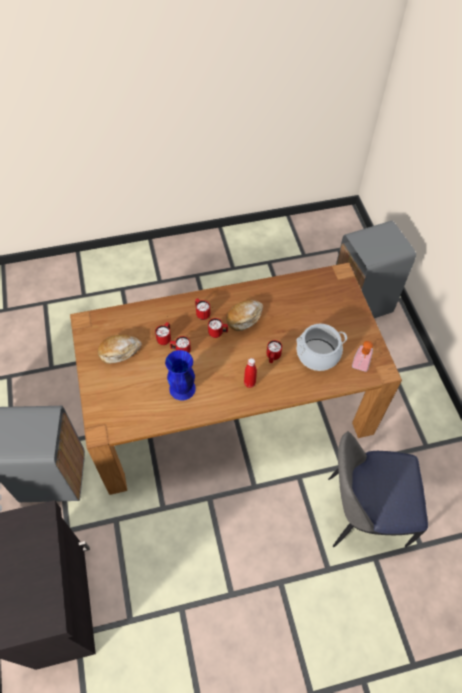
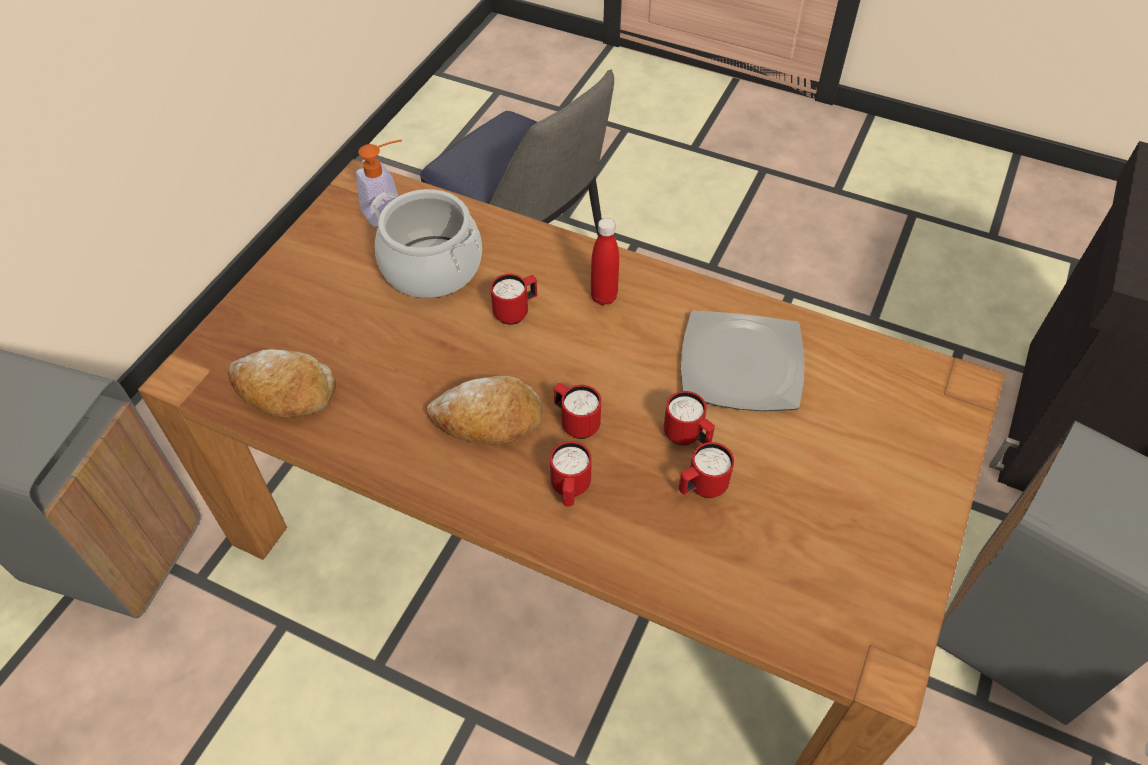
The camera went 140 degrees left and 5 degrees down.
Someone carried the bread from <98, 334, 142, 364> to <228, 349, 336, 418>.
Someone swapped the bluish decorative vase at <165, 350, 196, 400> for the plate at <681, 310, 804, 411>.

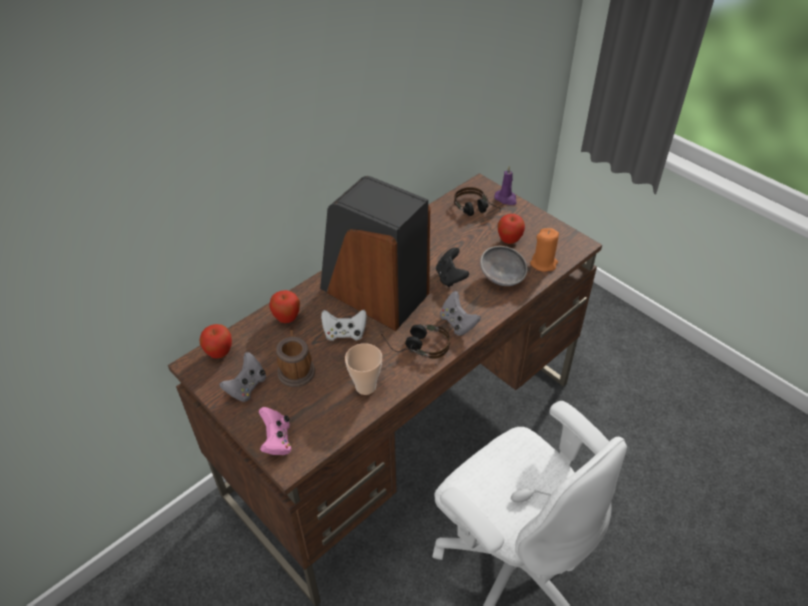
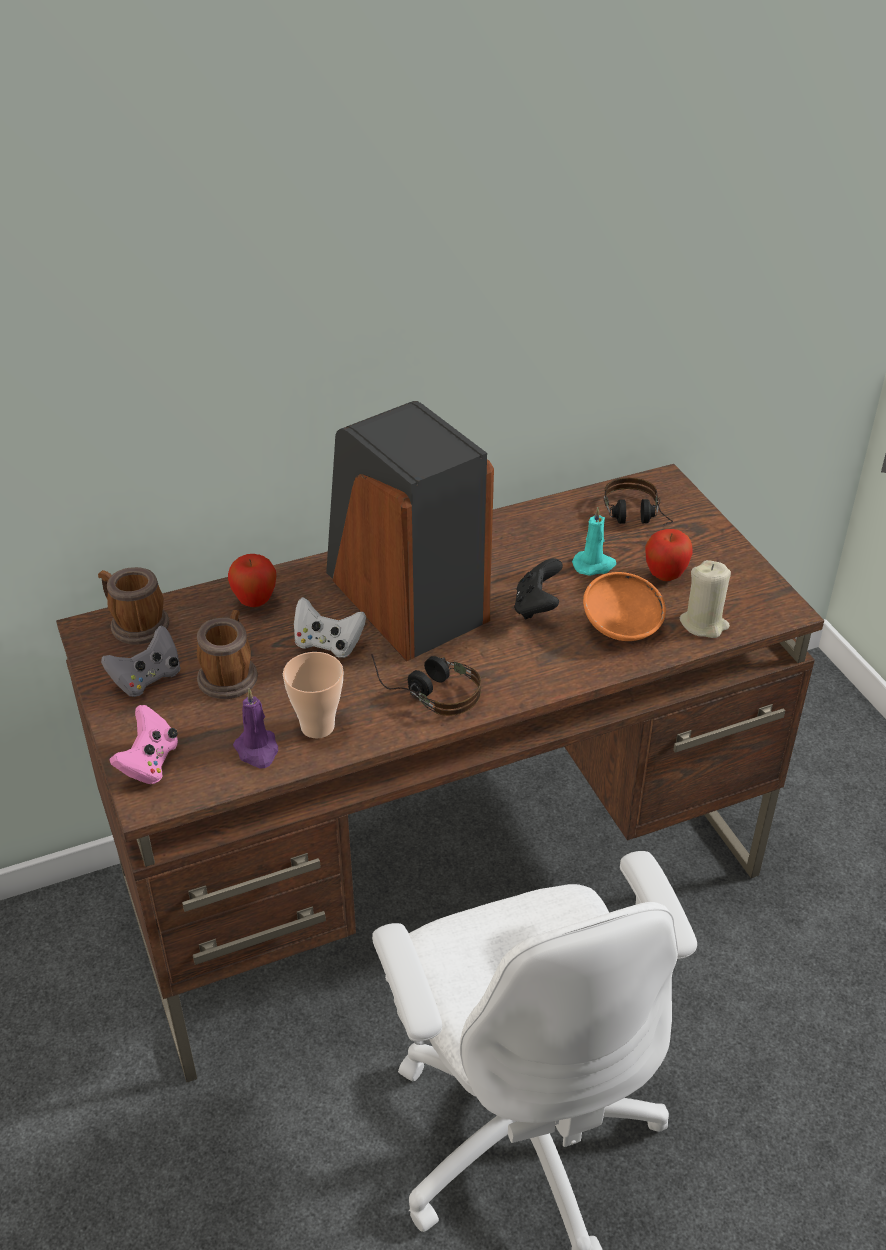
The camera went 20 degrees right and 5 degrees down.
Someone carried the purplish wax candle from <494, 166, 517, 205> to <233, 688, 278, 769>.
Someone repainted the orangey wax candle at <530, 228, 559, 272>, which became the beige-coloured wax candle at <680, 560, 731, 638>.
Someone repainted the gray bowl at <480, 246, 528, 286>, which became the orangey bowl at <583, 572, 666, 641>.
Someone took away the gray gamepad at <440, 291, 481, 336>.
Someone swapped the whole apple at <200, 324, 232, 359> for the tea mug at <98, 567, 169, 644>.
Someone put down the turquoise wax candle at <572, 507, 616, 576>.

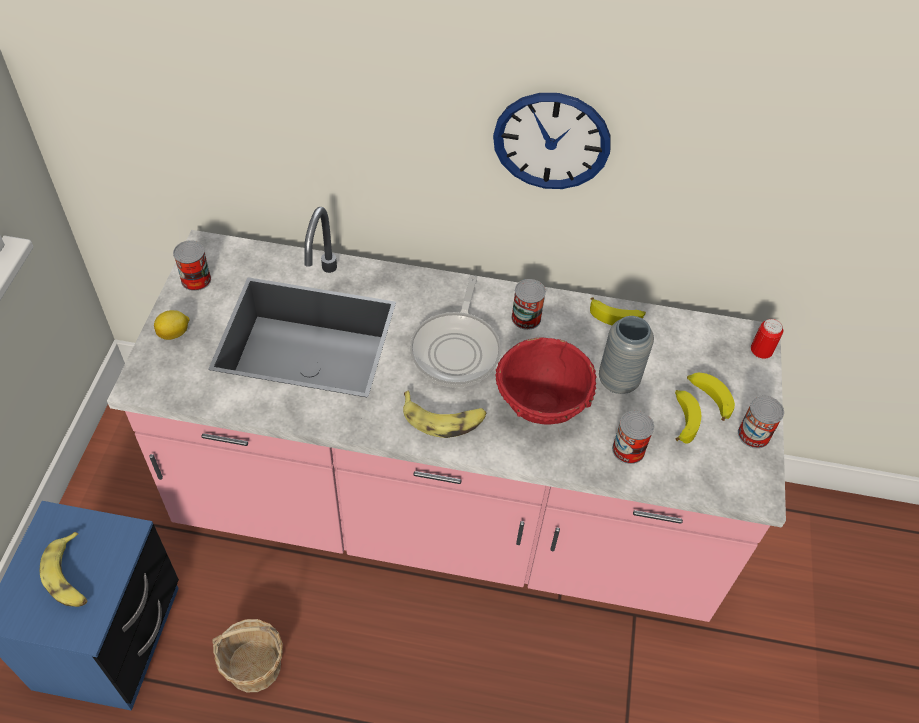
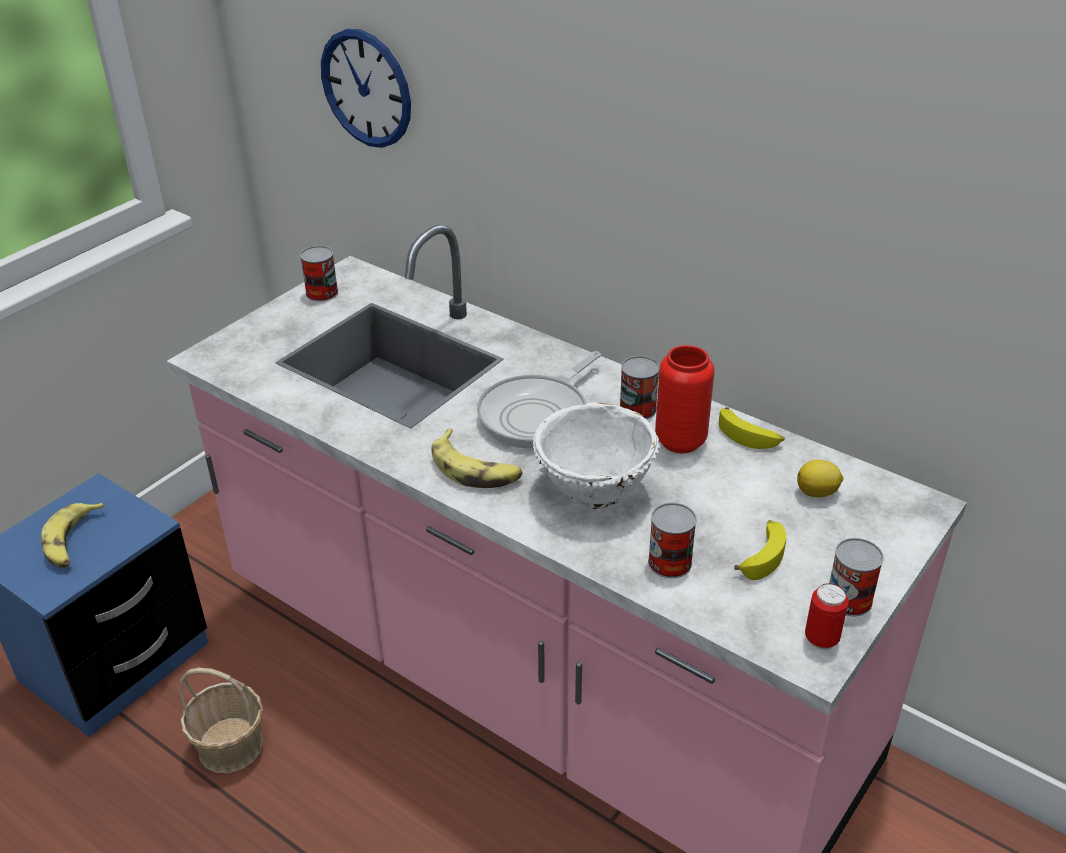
The camera went 30 degrees right and 15 degrees down.
Someone carried the hanging clock from <493, 93, 611, 189> to <321, 29, 411, 148>.
Someone carried the lemon from <154, 310, 189, 340> to <797, 460, 844, 497>.
Someone took away the gray decorative vase at <599, 316, 654, 394>.
Someone carried the sealed can from <751, 319, 783, 360> to <805, 583, 849, 650>.
Someone repainted the red-coloured bowl at <495, 337, 597, 425>, which became the whitish bowl at <533, 403, 660, 509>.
Someone took away the whole banana at <687, 373, 735, 421>.
Someone put down the red-coloured decorative vase at <655, 345, 715, 453>.

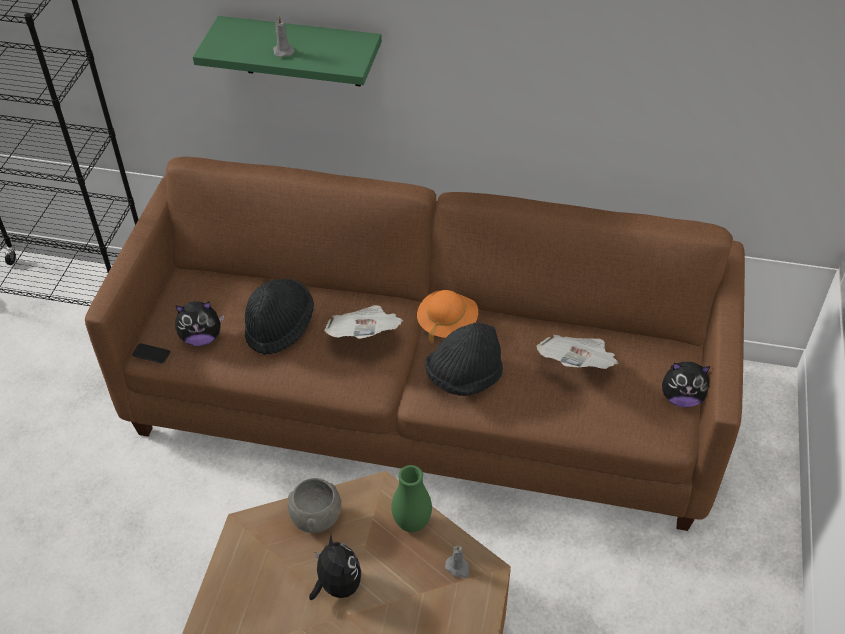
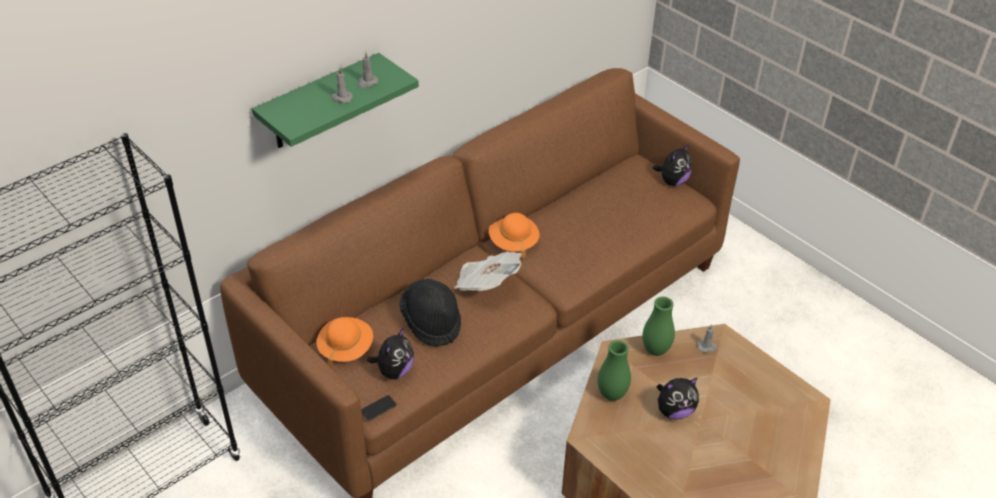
The camera went 55 degrees left and 5 degrees down.
Someone took away the blackish hat at <425, 323, 503, 396>.
Someone took away the daily paper at <536, 335, 619, 369>.
Someone swapped the gray bowl at <288, 478, 342, 533> for the green decorative vase at <598, 340, 631, 401>.
Someone rotated the soft toy at <309, 534, 362, 600> by 150 degrees clockwise.
Someone put down the gray wax candle at <358, 52, 378, 88>.
Someone put down the orangey hat at <317, 317, 373, 368>.

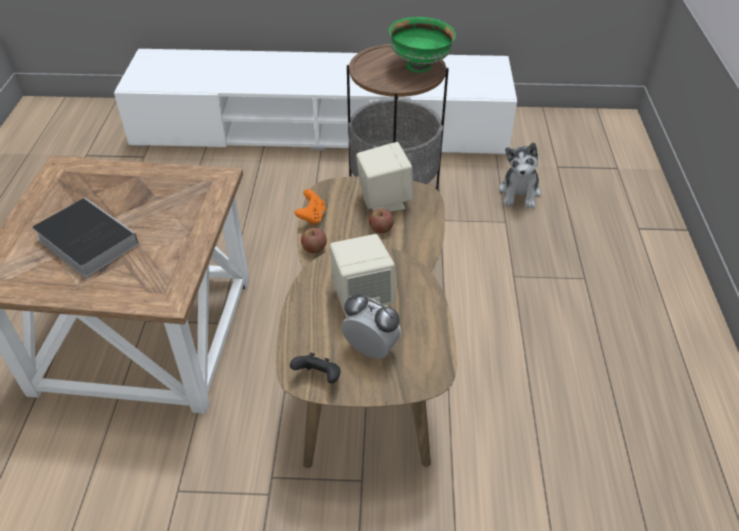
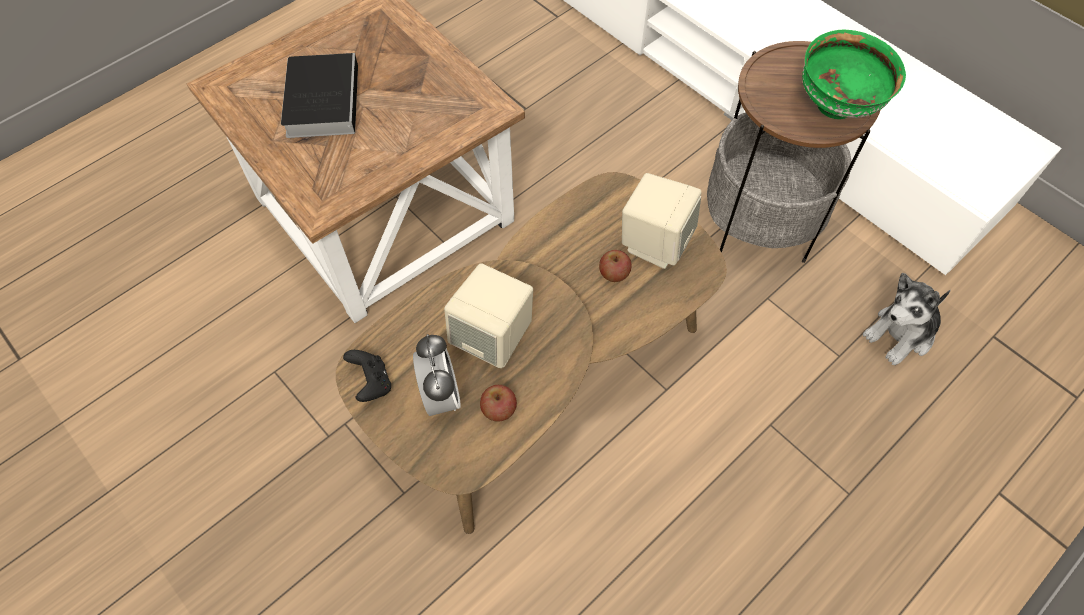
The camera went 45 degrees right and 15 degrees up.
Someone took away the orangey gamepad at <294, 189, 326, 225>.
Someone carried the whole apple from <301, 228, 327, 253> to <480, 385, 517, 422>.

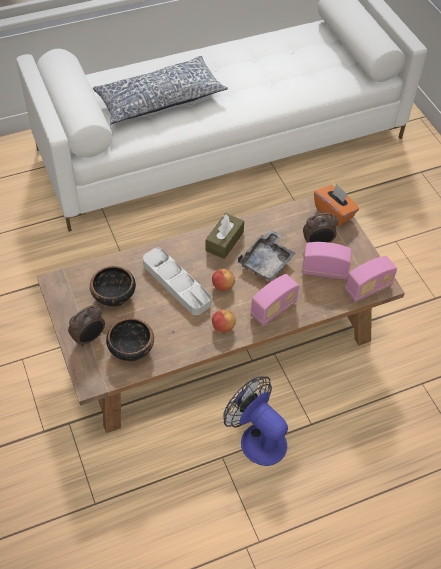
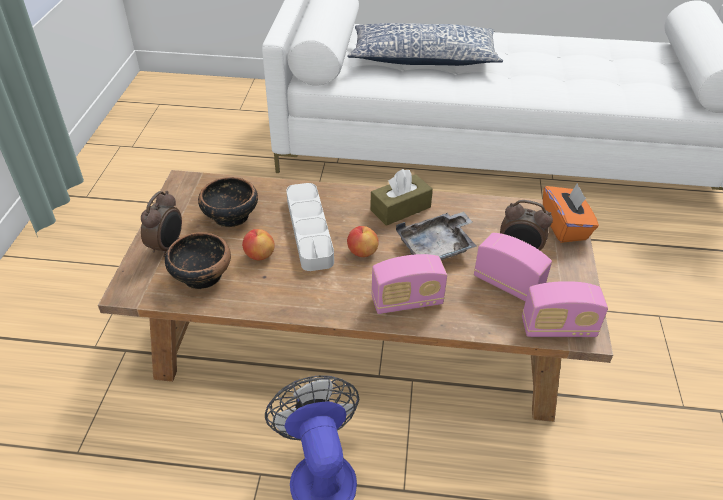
The camera went 30 degrees right and 10 degrees down.
Someone rotated the table clock at <68, 305, 105, 347> by 60 degrees counterclockwise.
Someone carried the whole apple from <212, 310, 236, 332> to <242, 229, 274, 260>.

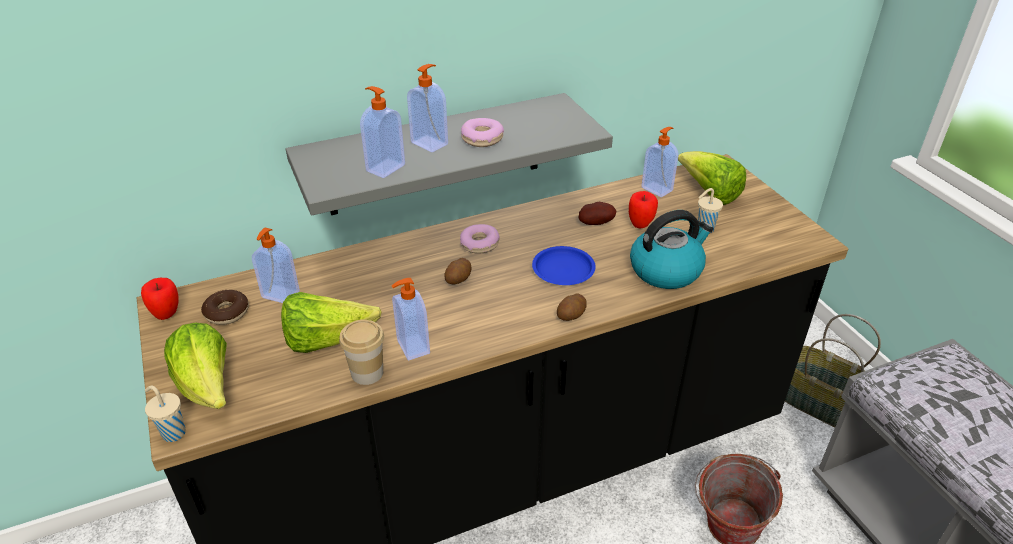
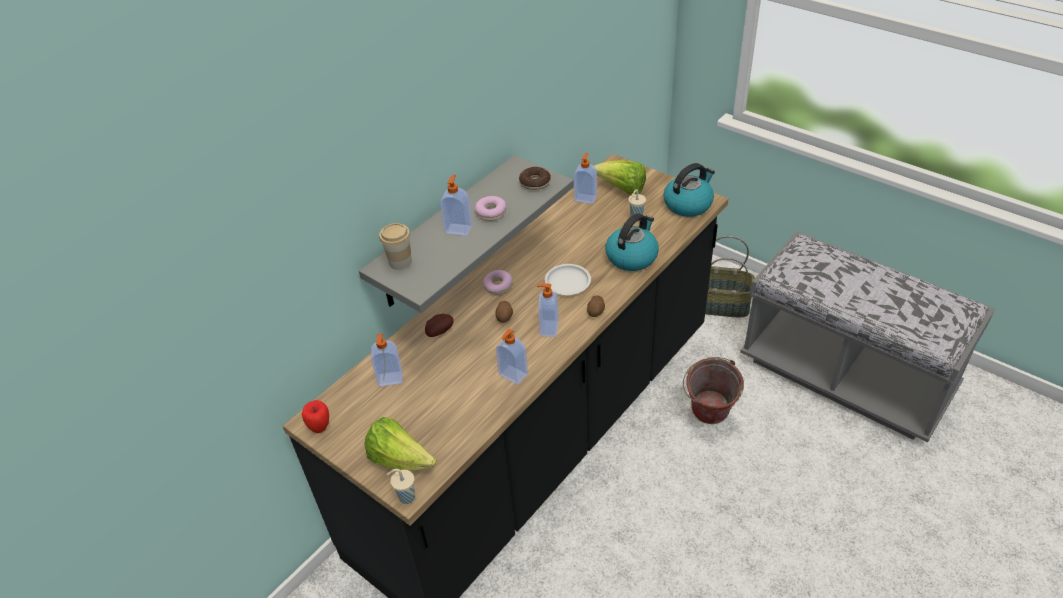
The camera went 25 degrees left and 5 degrees up.
Someone carried the soap bottle from <360, 86, 405, 178> to <537, 283, 559, 337>.
Someone took away the whole apple at <629, 191, 658, 229>.
Someone carried the potato from <579, 202, 616, 225> to <425, 314, 453, 337>.
Someone repainted the bluish plate at <532, 246, 596, 285>, which became the whitish plate at <545, 264, 591, 295>.
Someone carried the donut from <201, 290, 249, 325> to <519, 167, 551, 190>.
Someone took away the lettuce at <281, 292, 382, 353>.
Someone carried the cup from <339, 320, 384, 385> to <379, 223, 412, 270>.
Someone put down the kettle at <663, 163, 715, 217>.

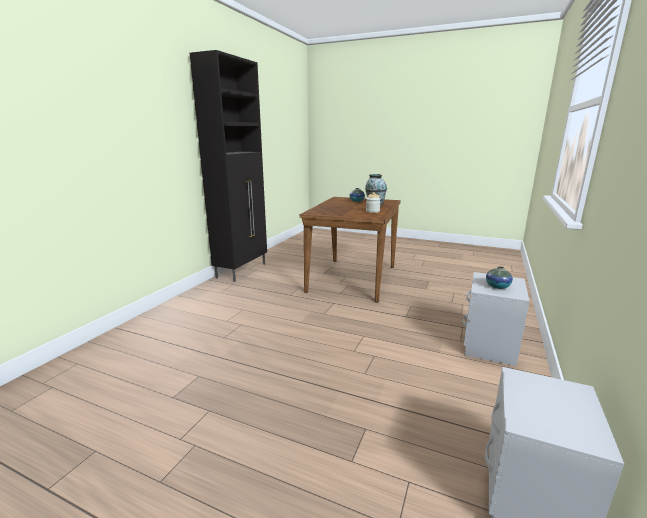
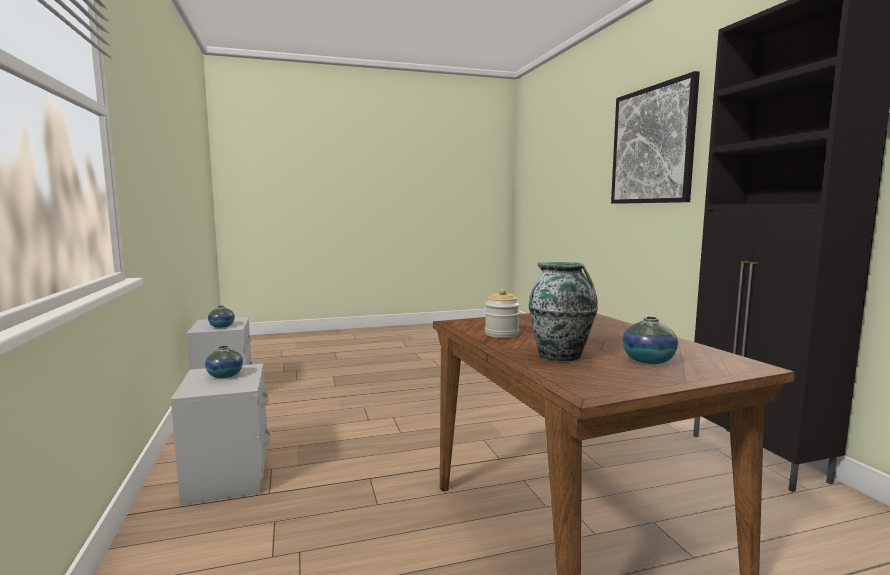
The camera went 140 degrees right and 10 degrees down.
Someone put up the wall art at <611, 71, 700, 204>.
Someone put down the decorative vase at <208, 306, 235, 328>.

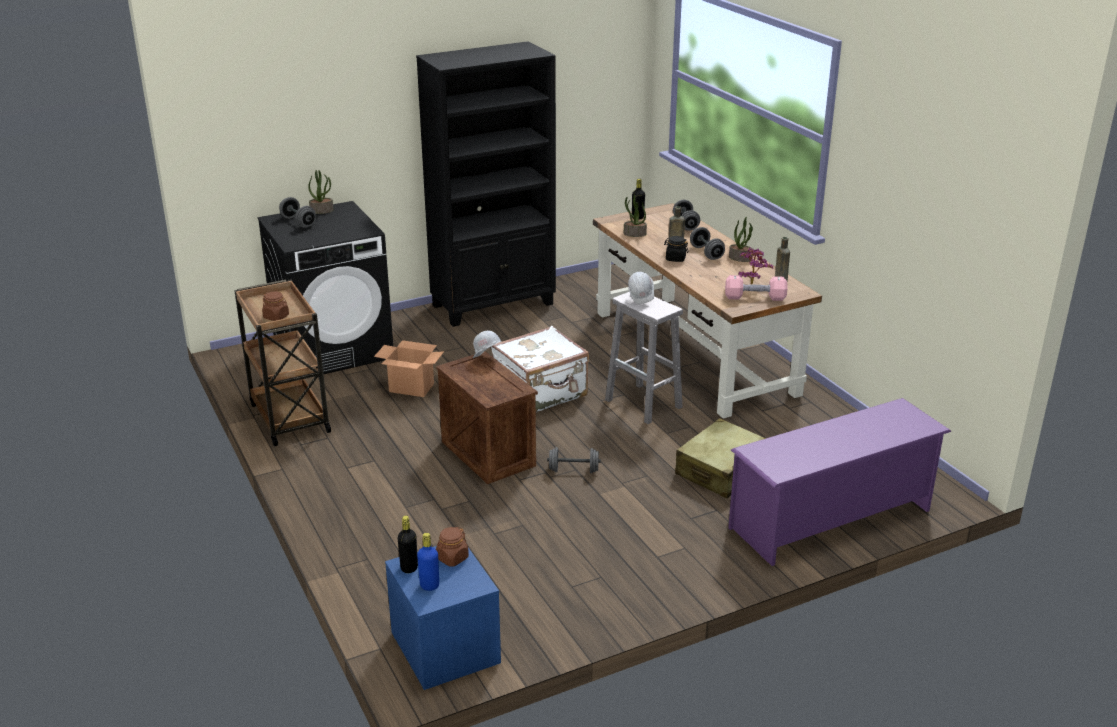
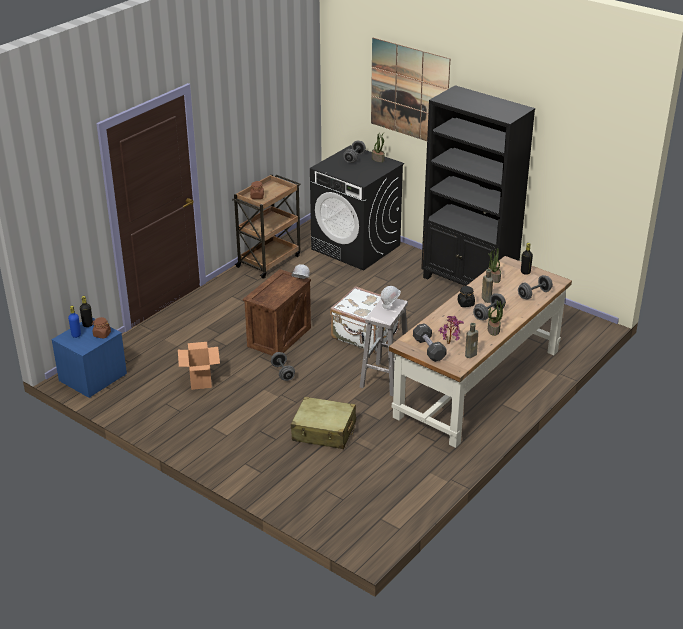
The camera went 65 degrees right and 5 degrees up.
Someone repainted the pinkish free weight at <725, 275, 787, 301>, which became the blackish free weight at <413, 323, 447, 362>.
Someone carried the cardboard box from <374, 340, 444, 397> to <178, 342, 220, 390>.
Someone took away the purplish shoe rack at <728, 398, 951, 566>.
Someone put up the wall art at <371, 38, 450, 141>.

